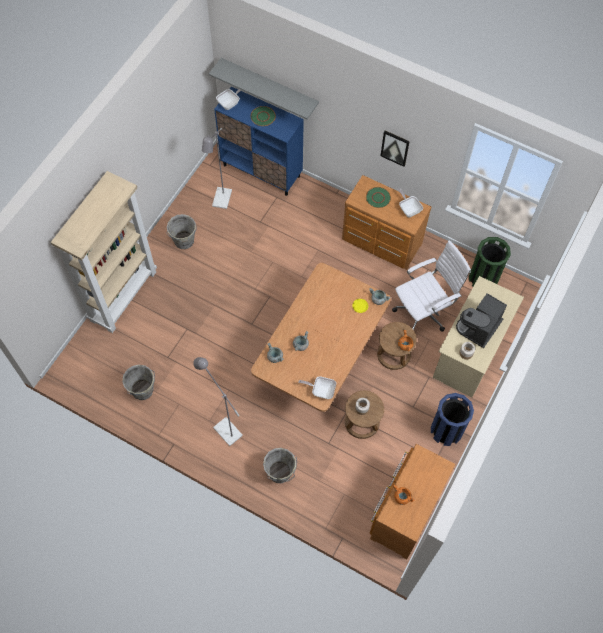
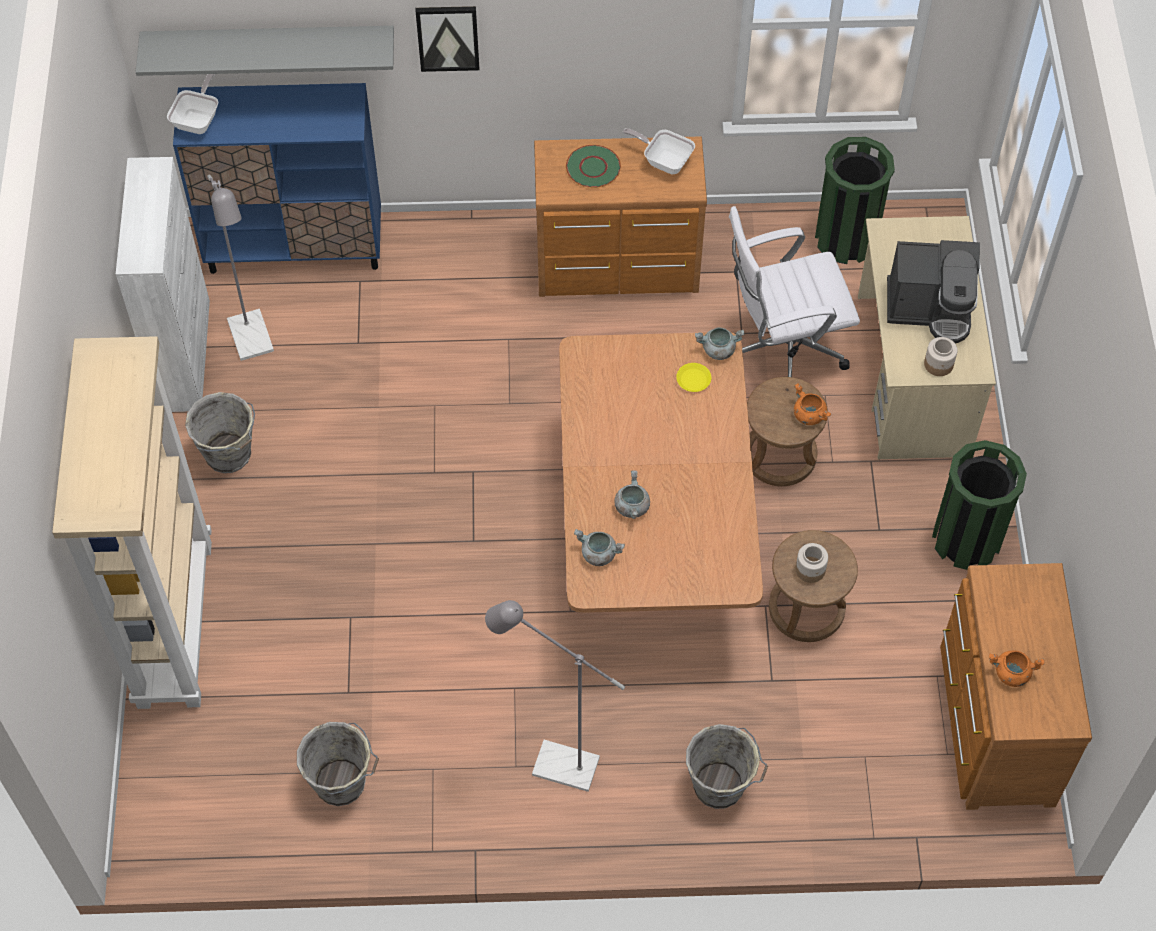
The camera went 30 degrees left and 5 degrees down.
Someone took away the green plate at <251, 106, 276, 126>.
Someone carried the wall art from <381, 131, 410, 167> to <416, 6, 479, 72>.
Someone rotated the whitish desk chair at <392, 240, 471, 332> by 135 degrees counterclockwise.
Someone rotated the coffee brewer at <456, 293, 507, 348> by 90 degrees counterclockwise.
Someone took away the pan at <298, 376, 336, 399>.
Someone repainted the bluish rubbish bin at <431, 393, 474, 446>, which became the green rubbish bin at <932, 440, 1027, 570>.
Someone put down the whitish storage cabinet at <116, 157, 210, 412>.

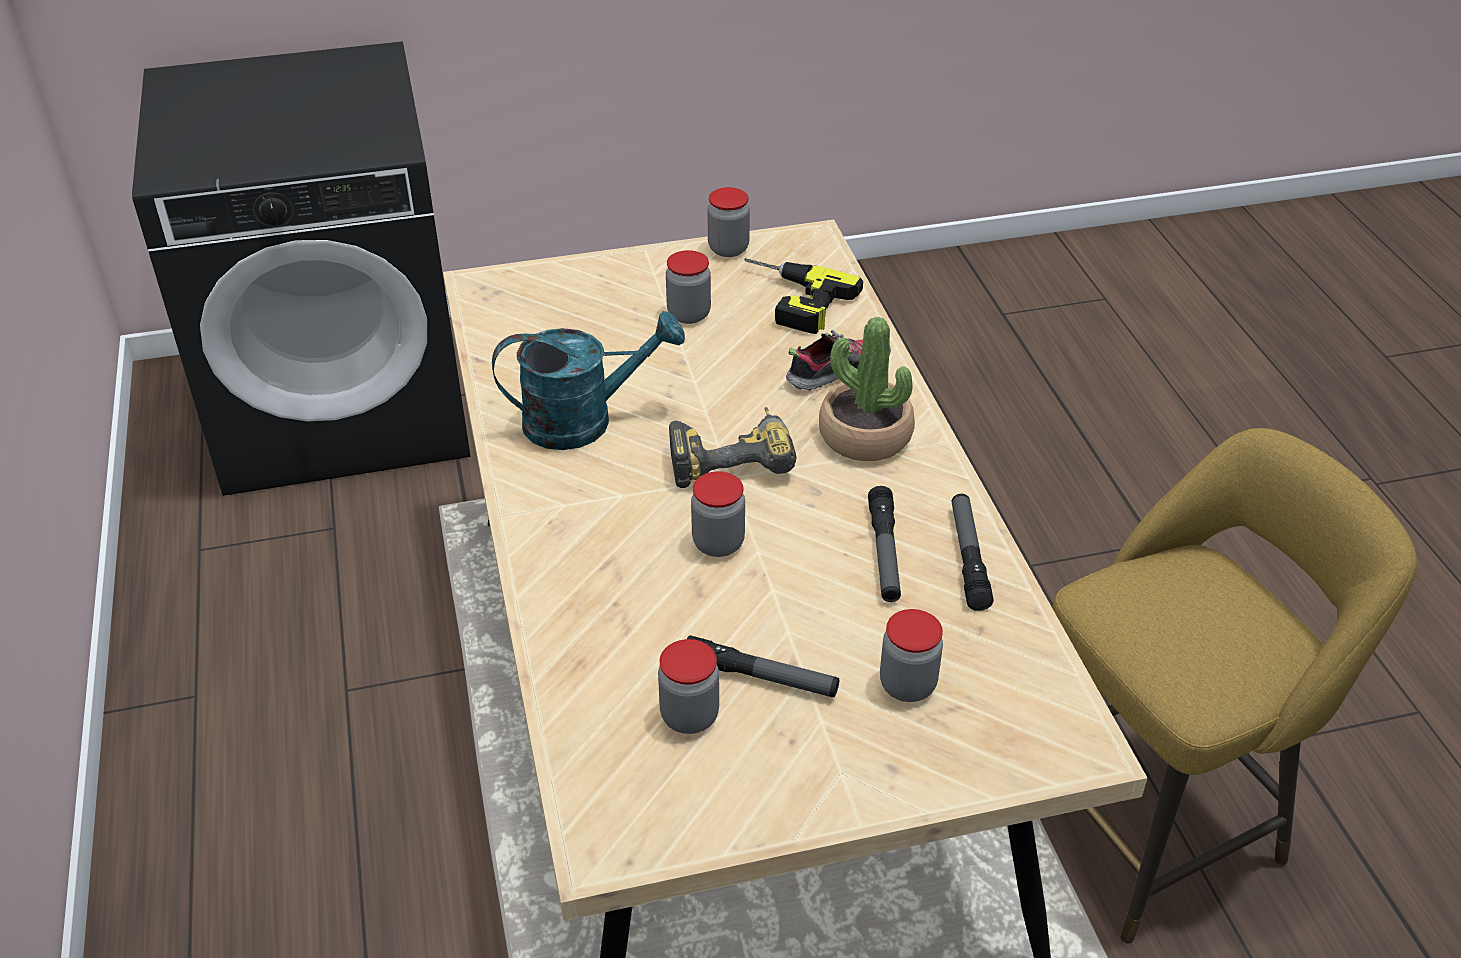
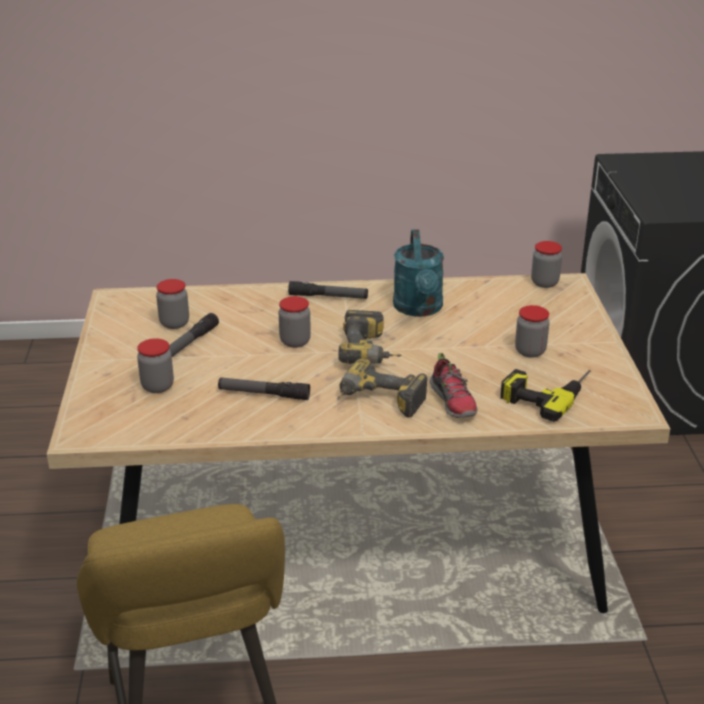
The camera went 100 degrees right and 10 degrees down.
Someone carried the preserve jar from <707, 187, 750, 257> to <531, 241, 562, 288>.
Someone swapped the houseplant at <819, 317, 915, 461> for the drill at <337, 358, 428, 417>.
Someone carried the torch from <952, 494, 994, 611> to <288, 281, 368, 299>.

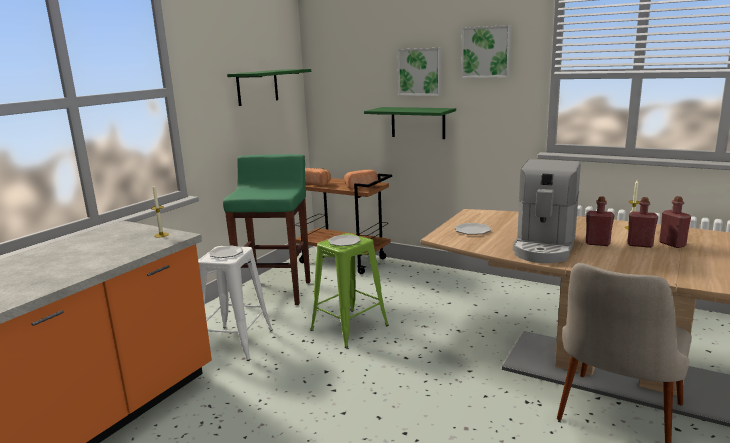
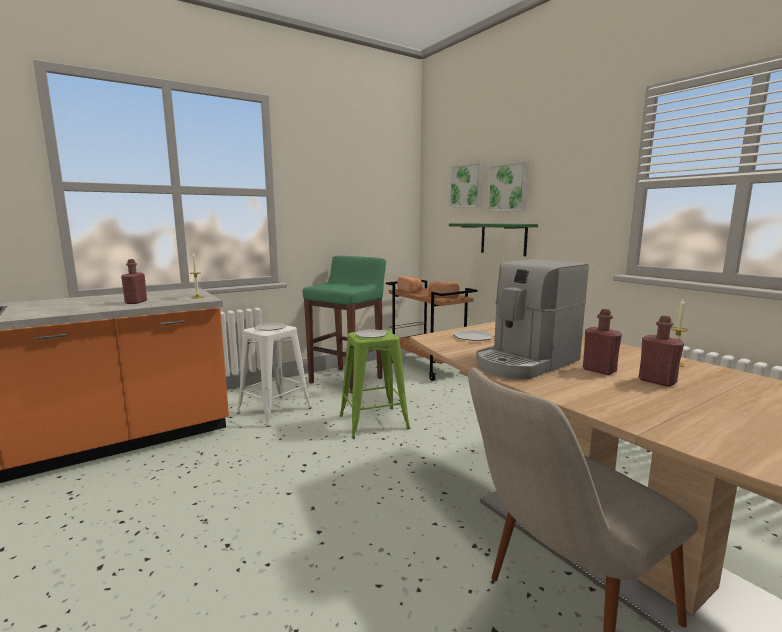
The camera went 25 degrees right and 5 degrees down.
Someone carried the wall art from <461, 25, 512, 78> to <449, 162, 483, 208>.
Someone took away the green bracket shelf at <227, 69, 311, 106>.
Someone carried the red-coloured bottle from <659, 196, 691, 248> to <121, 259, 147, 304>.

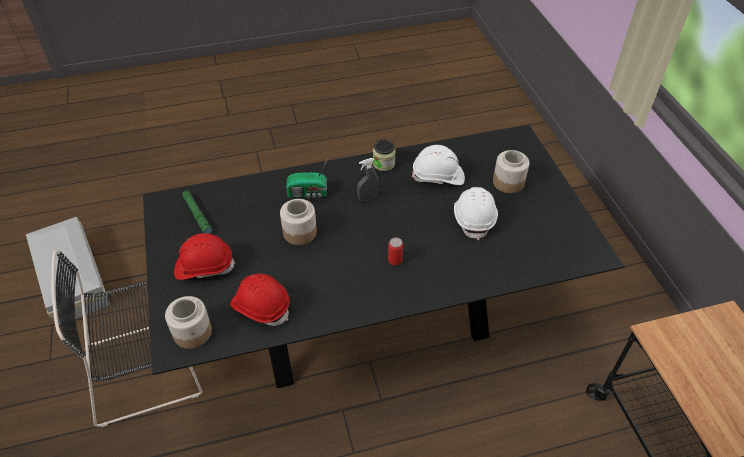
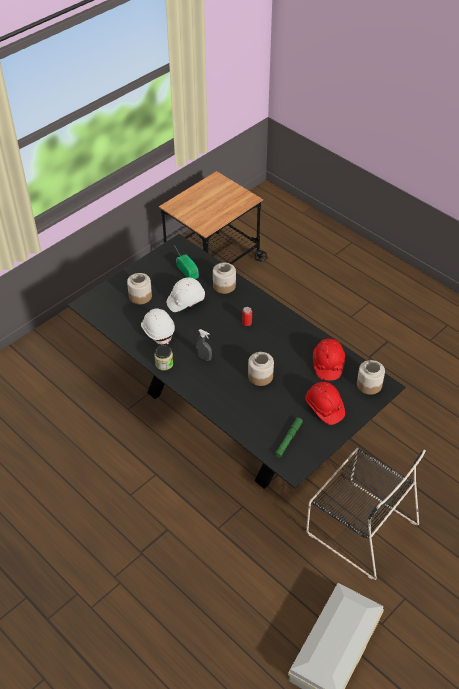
The camera went 120 degrees left and 0 degrees up.
Someone carried the radio receiver from <286, 158, 328, 198> to <174, 245, 199, 279>.
Someone put down the preserve jar at <213, 263, 236, 294>.

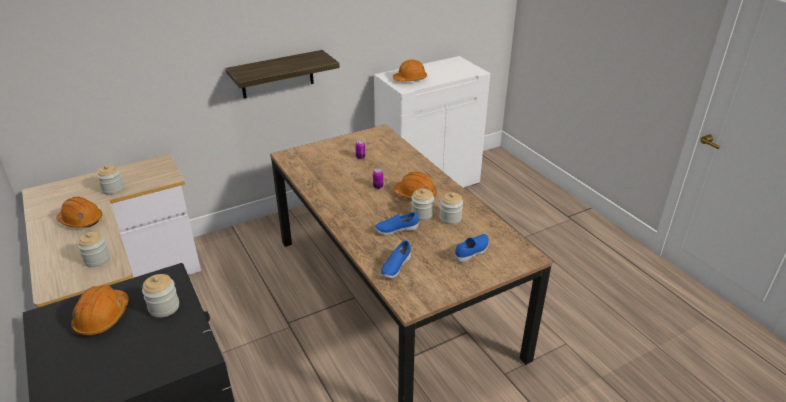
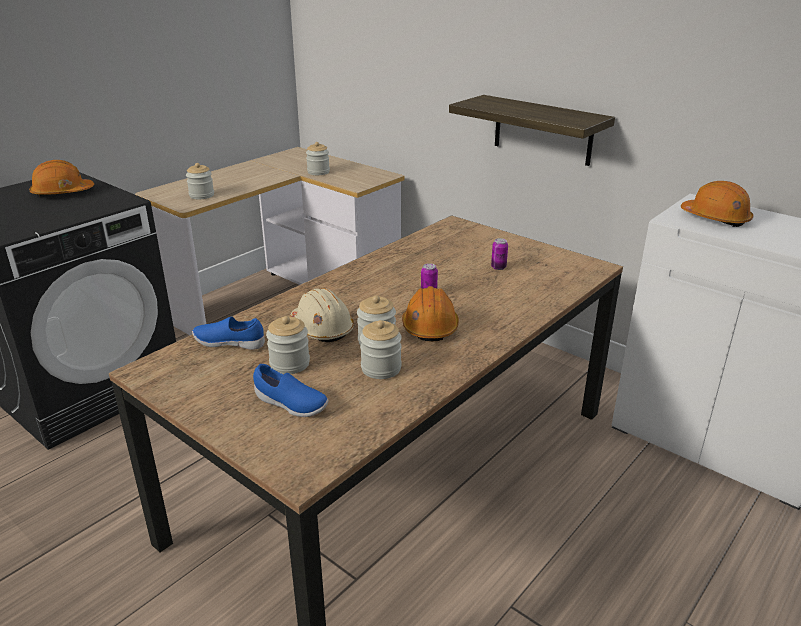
The camera went 70 degrees right and 5 degrees down.
Someone took away the orangey safety helmet at <56, 197, 103, 228>.
Someone swapped the bluish shoe at <375, 212, 419, 235> for the beige-coloured safety helmet at <290, 288, 354, 342>.
Someone carried the preserve jar from <142, 274, 179, 318> to <266, 316, 310, 374>.

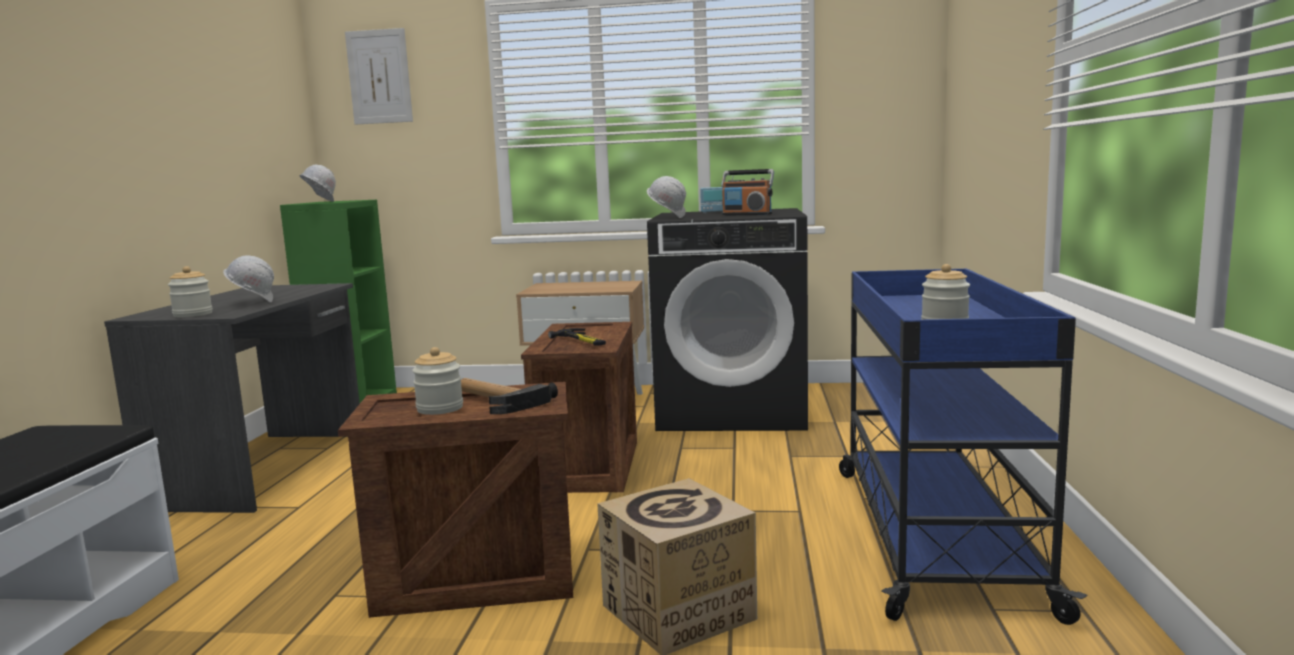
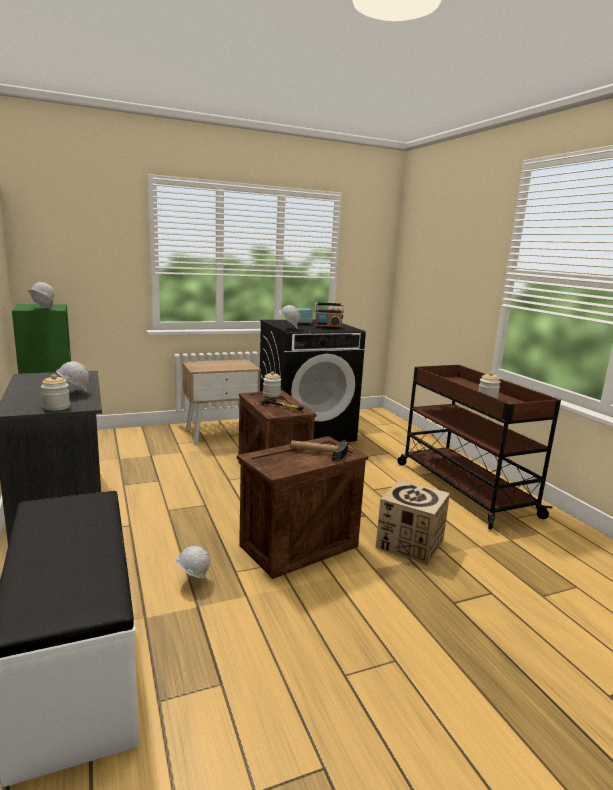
The camera went 30 degrees left and 5 degrees up.
Someone took away the wall art at <345, 28, 413, 125>.
Someone repainted the bluish wheeled cart at <839, 269, 1088, 625>, which became the brown-coloured wheeled cart at <397, 365, 561, 530>.
Someone carried the preserve jar from <412, 347, 463, 415> to <263, 371, 281, 397>.
Someone put down the whitish safety helmet at <175, 546, 210, 578>.

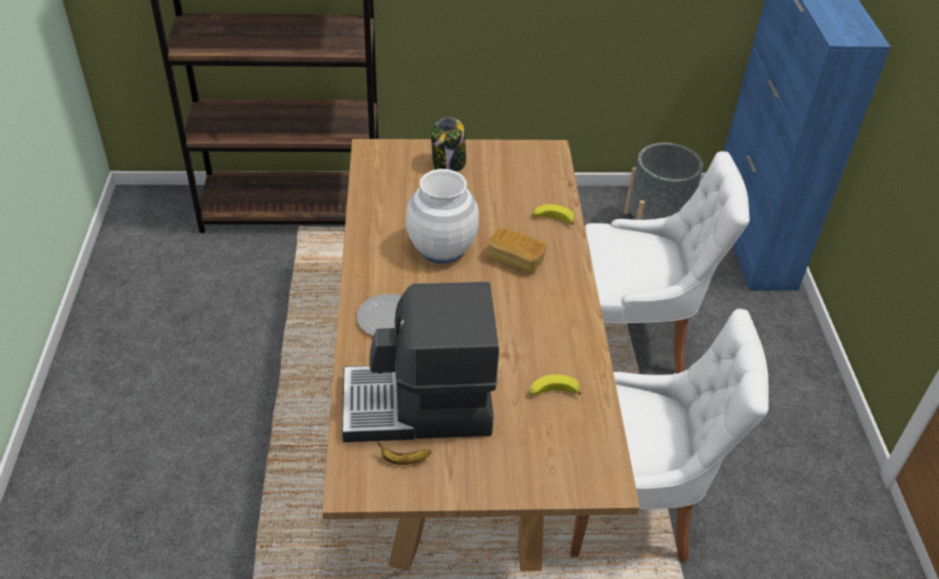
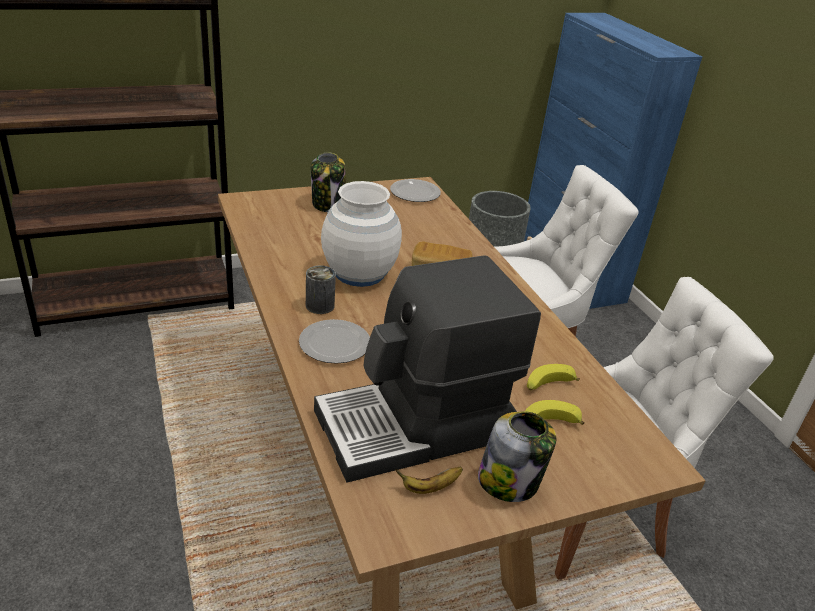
The camera went 20 degrees left and 10 degrees down.
Someone carried the whole banana from <532, 204, 574, 225> to <525, 400, 585, 425>.
Someone put down the plate at <390, 179, 441, 202>.
Someone put down the sealed can at <306, 265, 336, 314>.
Someone put down the preserve jar at <478, 411, 556, 502>.

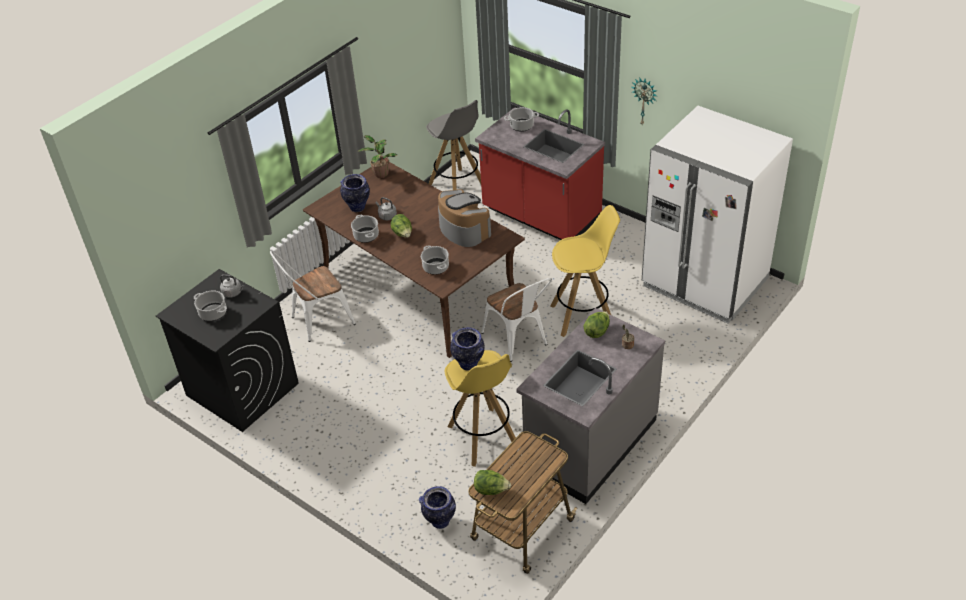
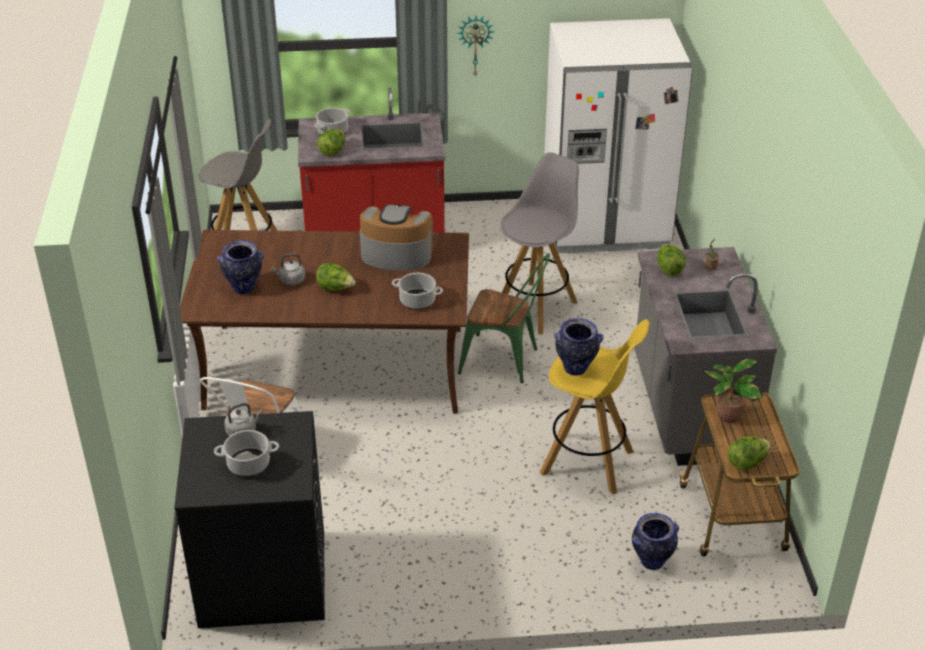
The camera went 45 degrees left and 5 degrees down.
Someone carried the houseplant from <358, 135, 397, 178> to <703, 359, 763, 423>.
Someone repainted the yellowish stool seat at <550, 205, 620, 337>, which became the gray stool seat at <501, 152, 579, 335>.
Someone took away the saucepot at <351, 215, 379, 243>.
Someone repainted the whitish upright chair at <481, 278, 552, 362>, which became the green upright chair at <458, 253, 550, 383>.
Someone put down the lettuce at <317, 129, 345, 156>.

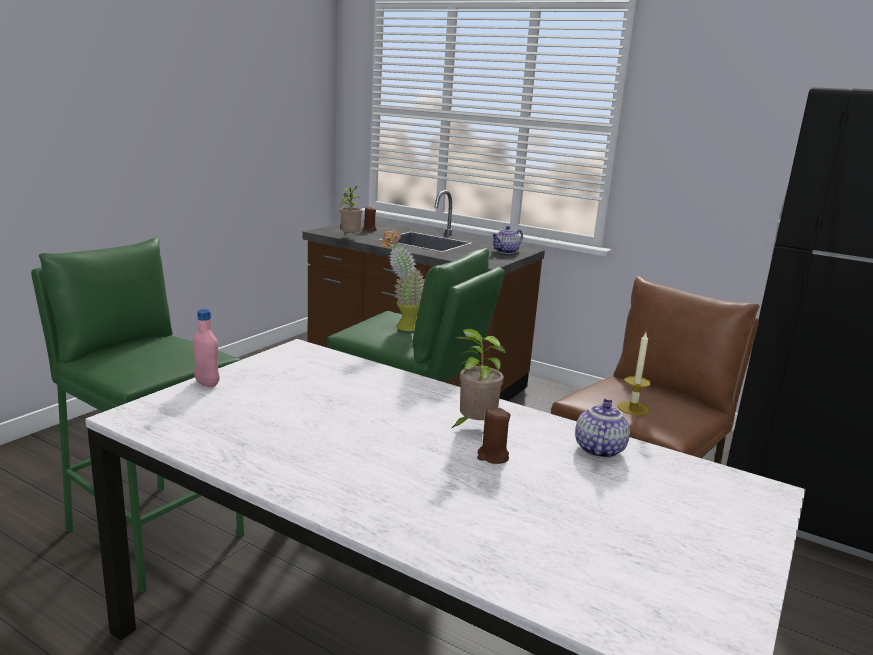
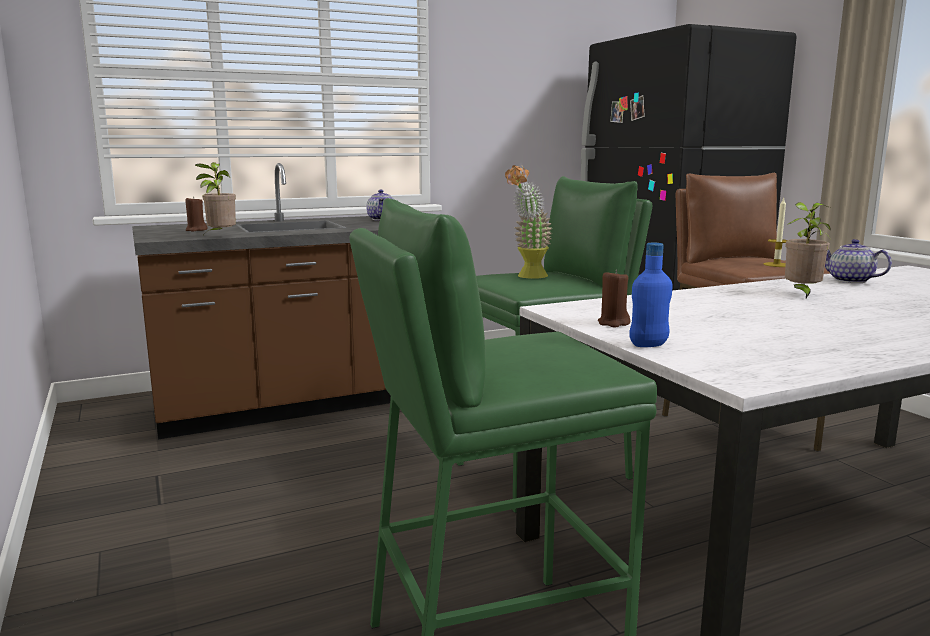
The camera went 55 degrees left and 5 degrees down.
Someone repainted the pinkish bottle at <193, 309, 219, 387>, which became the bluish bottle at <629, 243, 672, 347>.
Someone carried the brown-coloured wax candle from <477, 406, 510, 464> to <598, 269, 631, 328>.

